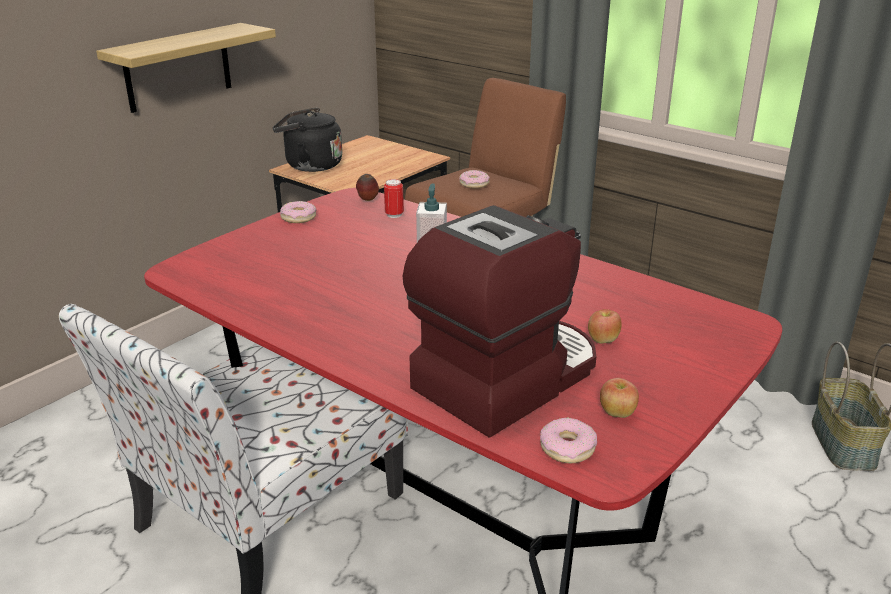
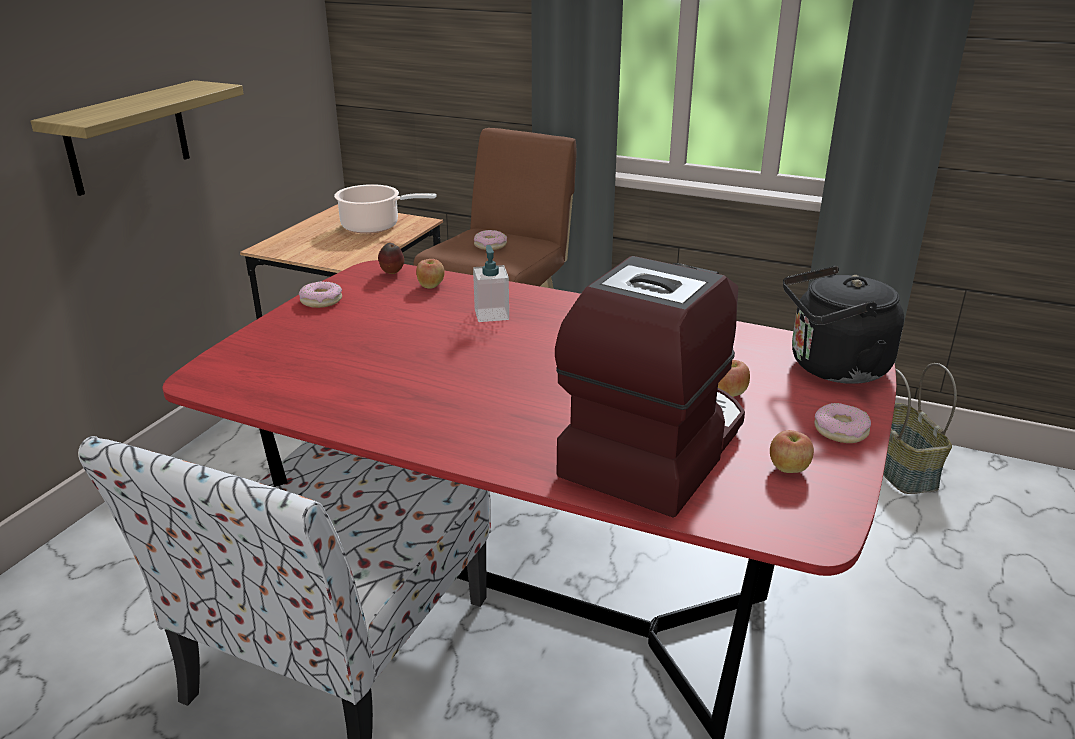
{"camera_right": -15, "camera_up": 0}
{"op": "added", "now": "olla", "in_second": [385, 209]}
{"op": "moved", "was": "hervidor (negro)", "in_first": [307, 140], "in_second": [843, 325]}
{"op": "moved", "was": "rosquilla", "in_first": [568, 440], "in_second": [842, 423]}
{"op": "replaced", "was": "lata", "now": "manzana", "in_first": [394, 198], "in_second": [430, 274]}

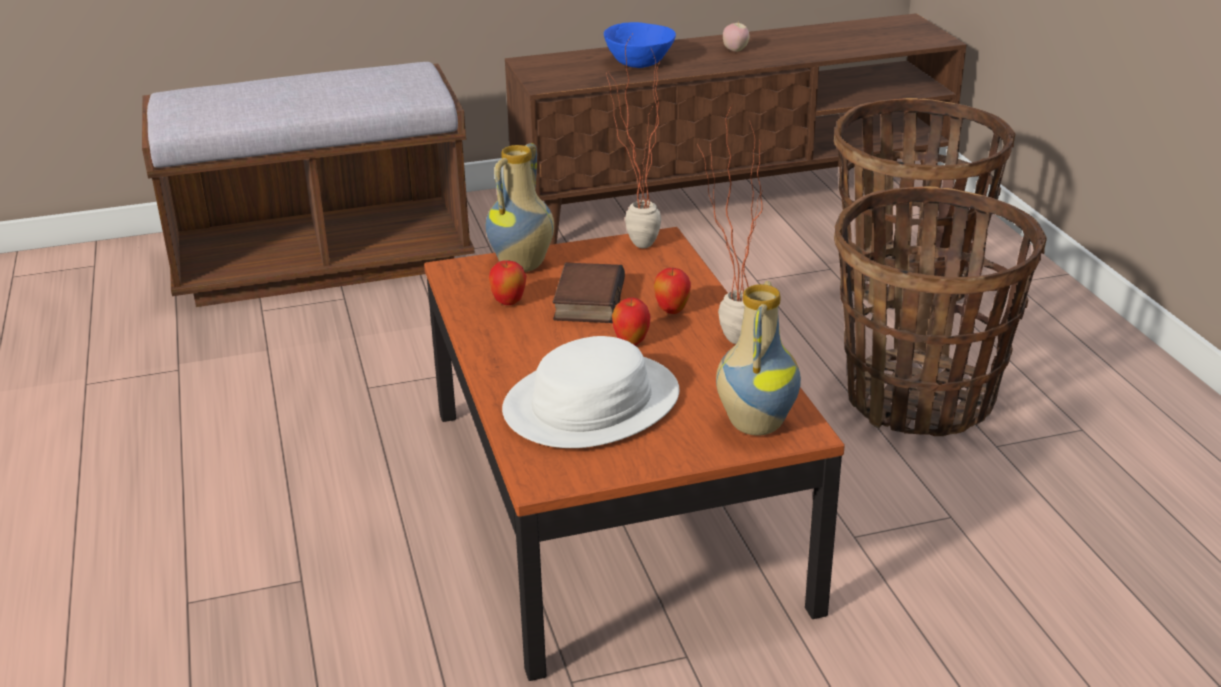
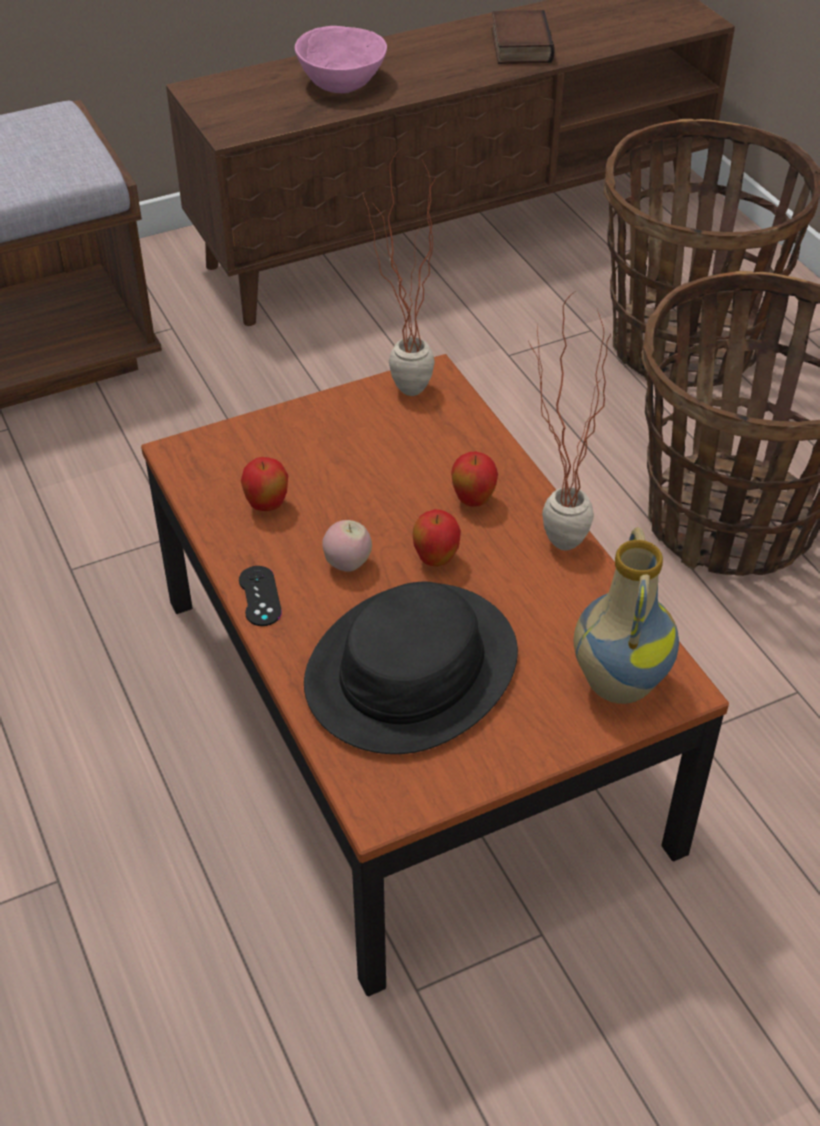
{"camera_right": -10, "camera_up": 15}
{"op": "removed", "was": "florero", "in_first": [520, 207]}
{"op": "added", "now": "mando de consola (negro)", "in_second": [260, 596]}
{"op": "moved", "was": "libro", "in_first": [589, 293], "in_second": [523, 37]}
{"op": "moved", "was": "manzana", "in_first": [736, 37], "in_second": [347, 546]}
{"op": "recoloured", "was": "sombrero (blanco)", "now": "sombrero (negro)", "in_first": [591, 392], "in_second": [411, 668]}
{"op": "recoloured", "was": "cuenco (azul)", "now": "cuenco (rosa)", "in_first": [640, 45], "in_second": [341, 59]}

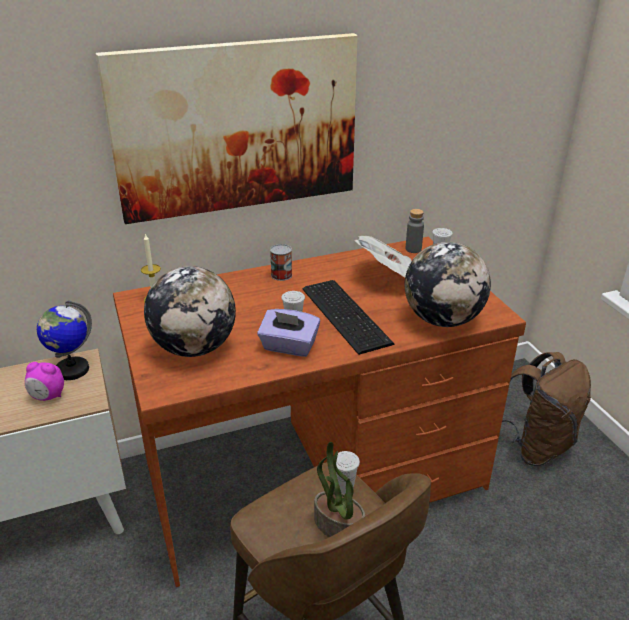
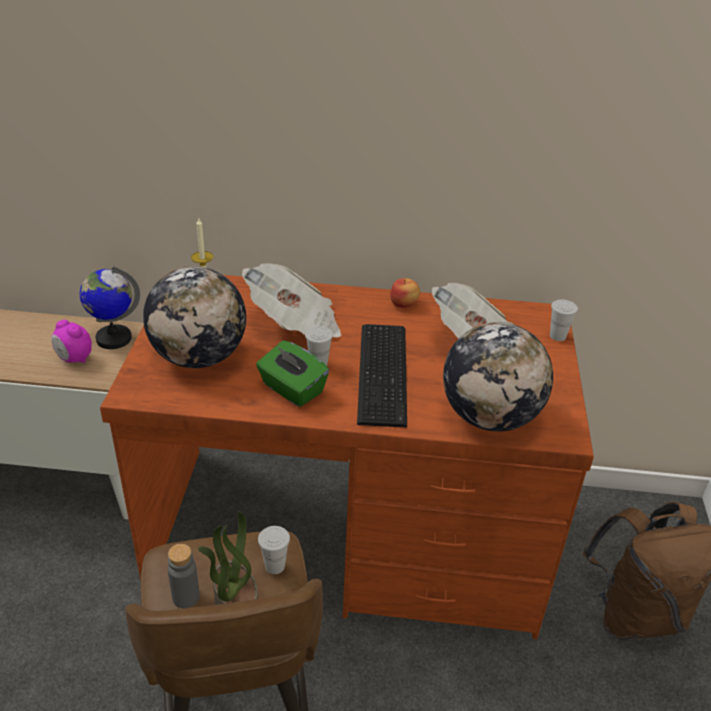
{"camera_right": 25, "camera_up": 5}
{"op": "removed", "was": "cuadro", "in_first": [227, 128]}
{"op": "removed", "was": "lata", "in_first": [281, 262]}
{"op": "added", "now": "periódico", "in_second": [291, 300]}
{"op": "added", "now": "manzana", "in_second": [405, 293]}
{"op": "moved", "was": "botella (gris)", "in_first": [415, 231], "in_second": [184, 576]}
{"op": "recoloured", "was": "caja de pañuelos (morado)", "now": "caja de pañuelos (verde)", "in_first": [288, 333], "in_second": [292, 373]}

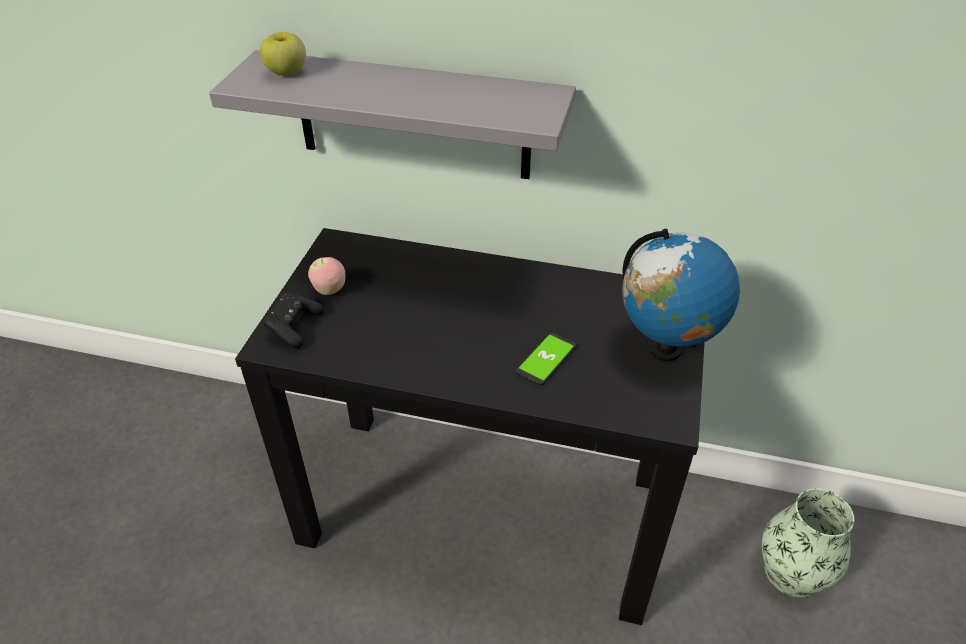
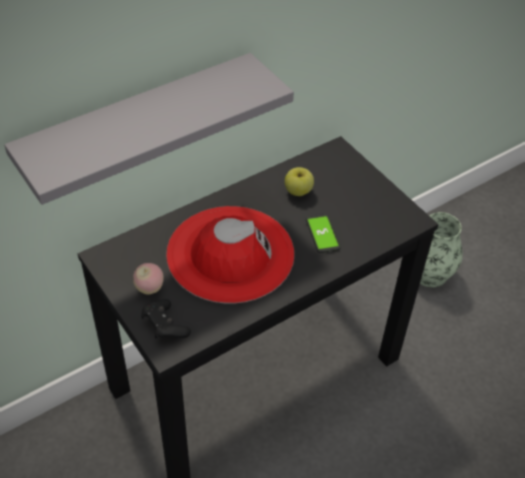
{"camera_right": -50, "camera_up": 5}
{"op": "removed", "was": "globo terráqueo", "in_first": [681, 295]}
{"op": "added", "now": "sombrero (rojo)", "in_second": [230, 255]}
{"op": "moved", "was": "manzana", "in_first": [283, 54], "in_second": [299, 181]}

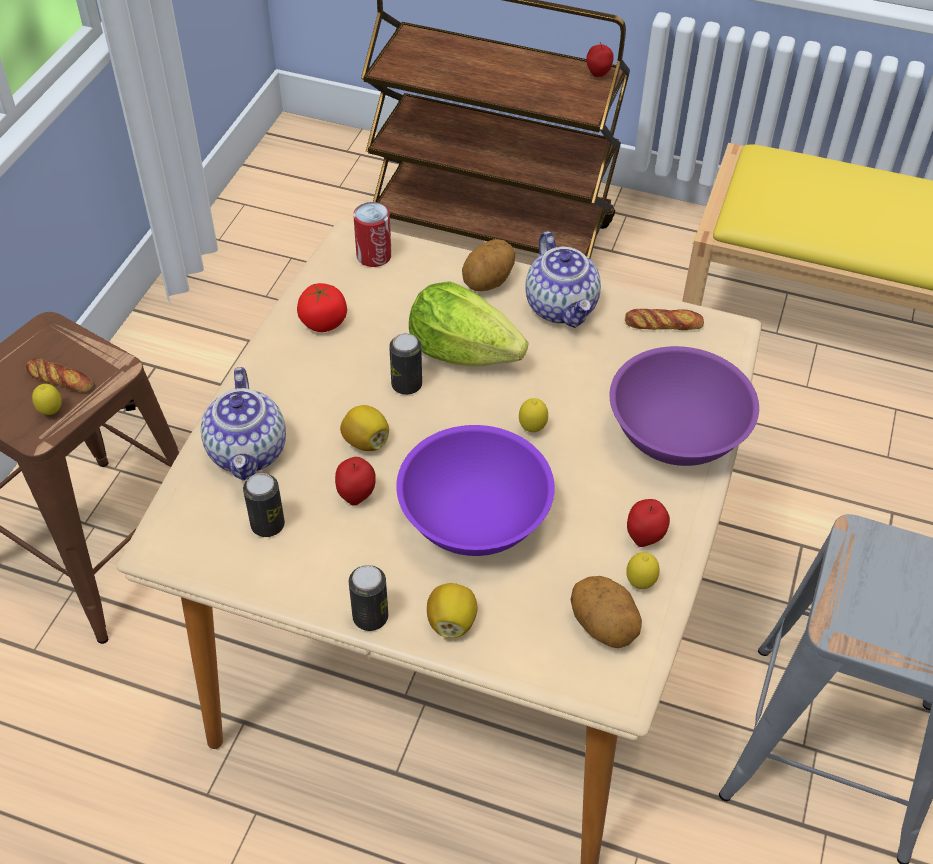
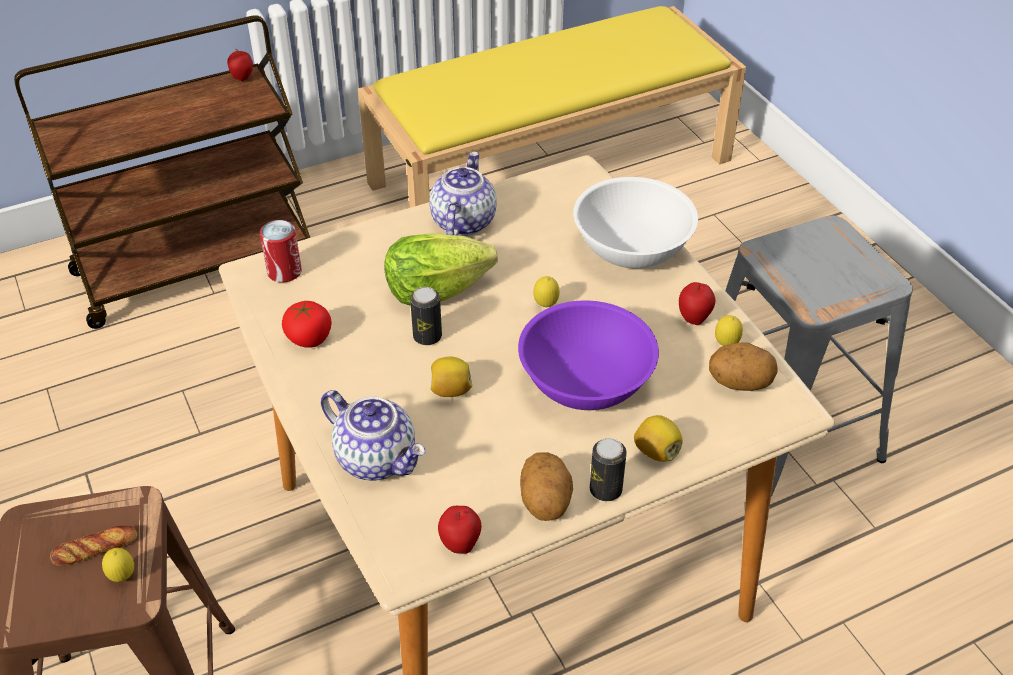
{"camera_right": -45, "camera_up": -5}
{"op": "removed", "was": "lata", "in_first": [264, 505]}
{"op": "removed", "was": "pan", "in_first": [664, 319]}
{"op": "moved", "was": "manzana", "in_first": [355, 481], "in_second": [459, 530]}
{"op": "moved", "was": "patata", "in_first": [488, 265], "in_second": [546, 487]}
{"op": "recoloured", "was": "cuenco (morado)", "now": "cuenco (blanco)", "in_first": [684, 406], "in_second": [635, 223]}
{"op": "turned", "was": "tetera", "in_first": [563, 279], "in_second": [462, 193], "clockwise": -105}

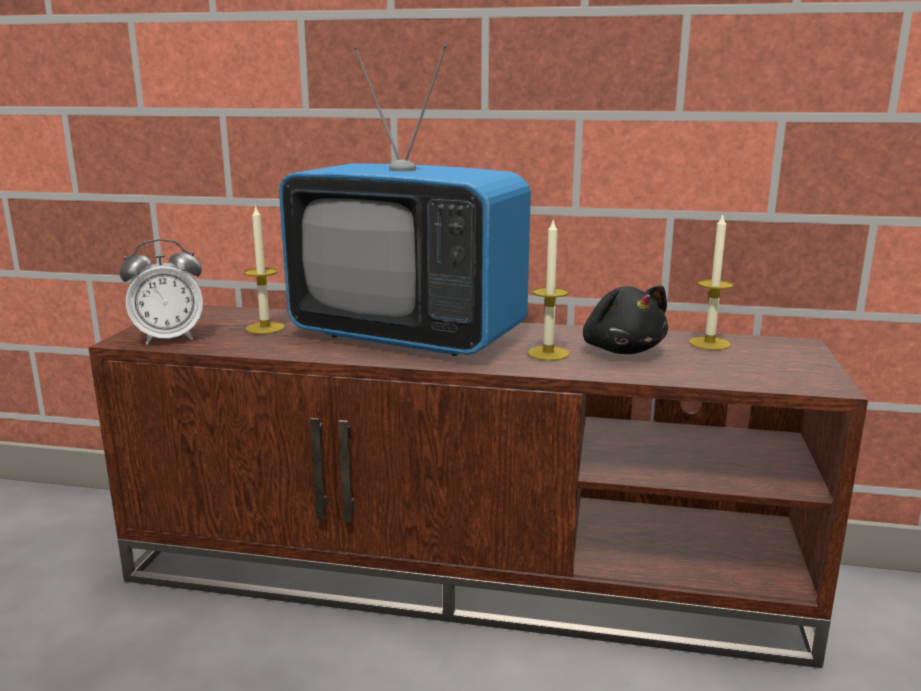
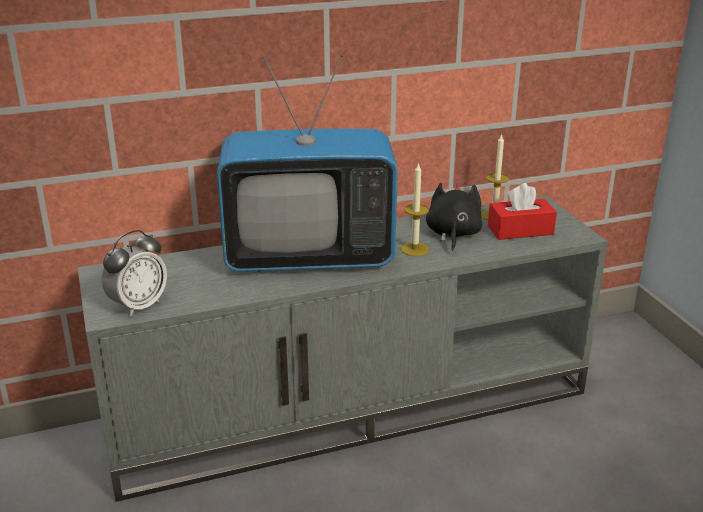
{"camera_right": -30, "camera_up": 10}
{"op": "removed", "was": "vela", "in_first": [264, 269]}
{"op": "added", "now": "caja de pañuelos (rojo)", "in_second": [522, 211]}
{"op": "recoloured", "was": "mueble de televisión (marrón)", "now": "mueble de televisión (gris)", "in_first": [478, 486], "in_second": [343, 349]}
{"op": "turned", "was": "peluche (negro)", "in_first": [625, 320], "in_second": [454, 216], "clockwise": -120}

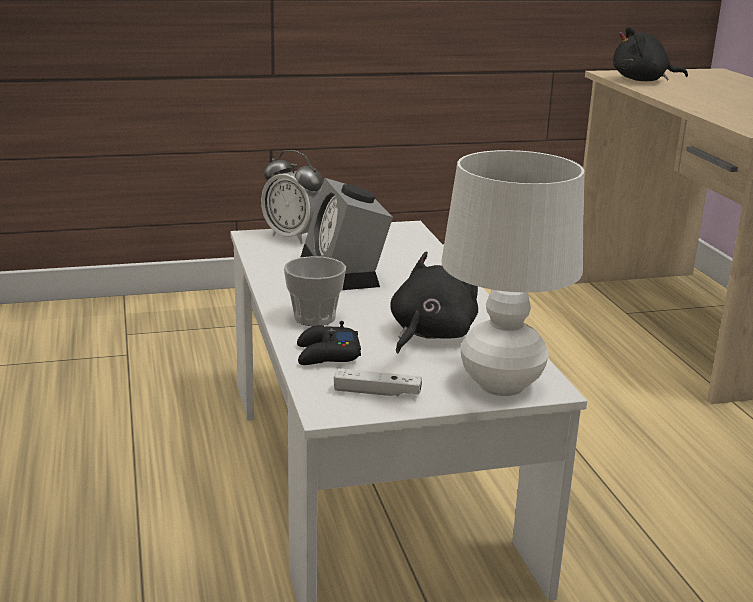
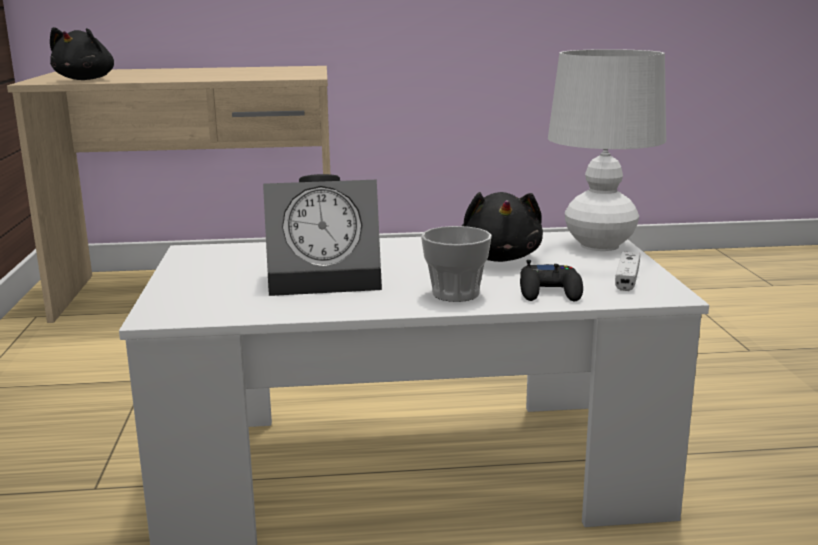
{"camera_right": -80, "camera_up": -5}
{"op": "removed", "was": "despertador", "in_first": [292, 197]}
{"op": "turned", "was": "peluche (negro)", "in_first": [434, 303], "in_second": [502, 227], "clockwise": -135}

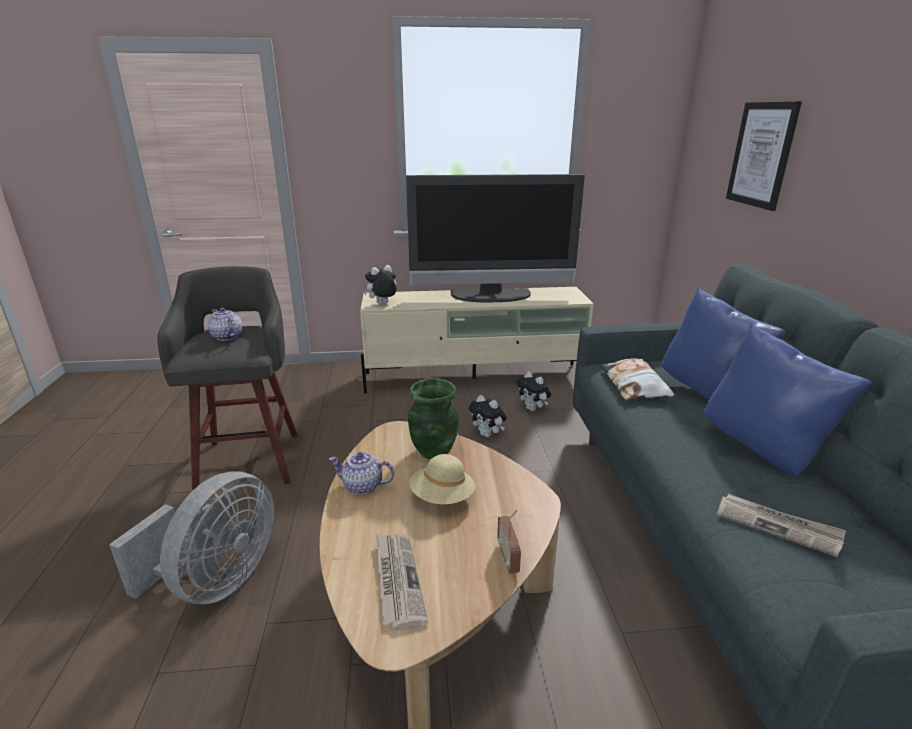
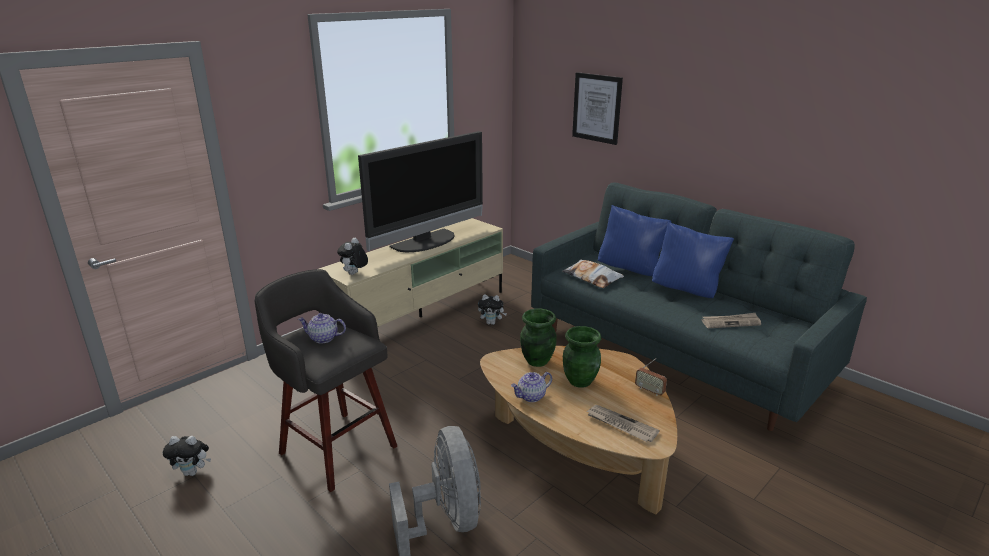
{"camera_right": -40, "camera_up": 0}
{"op": "moved", "was": "peluche", "in_first": [488, 416], "in_second": [187, 456]}
{"op": "replaced", "was": "sombrero (beis)", "now": "florero (verde)", "in_first": [442, 479], "in_second": [582, 357]}

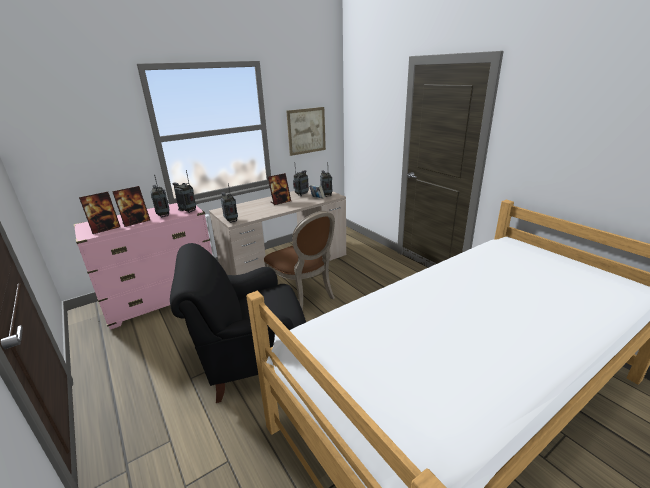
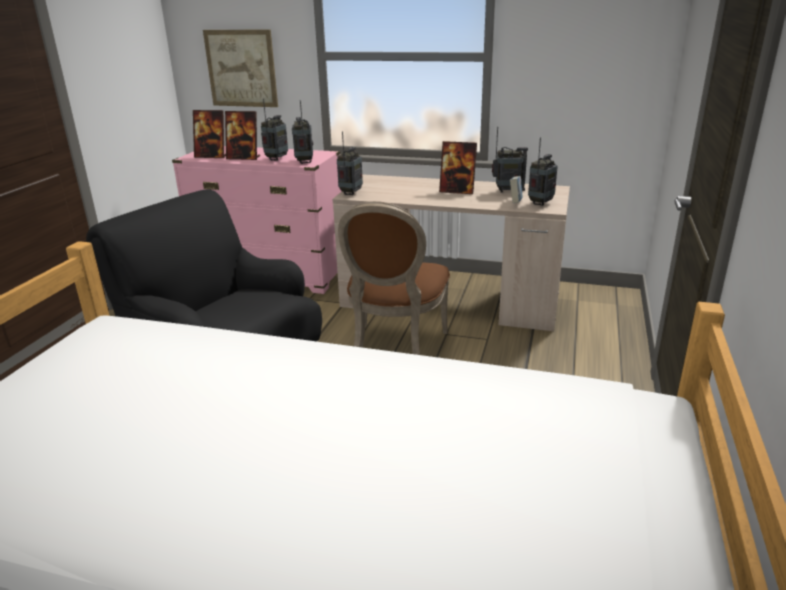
{"camera_right": 50, "camera_up": 0}
{"op": "moved", "was": "cuadro", "in_first": [306, 131], "in_second": [240, 68]}

